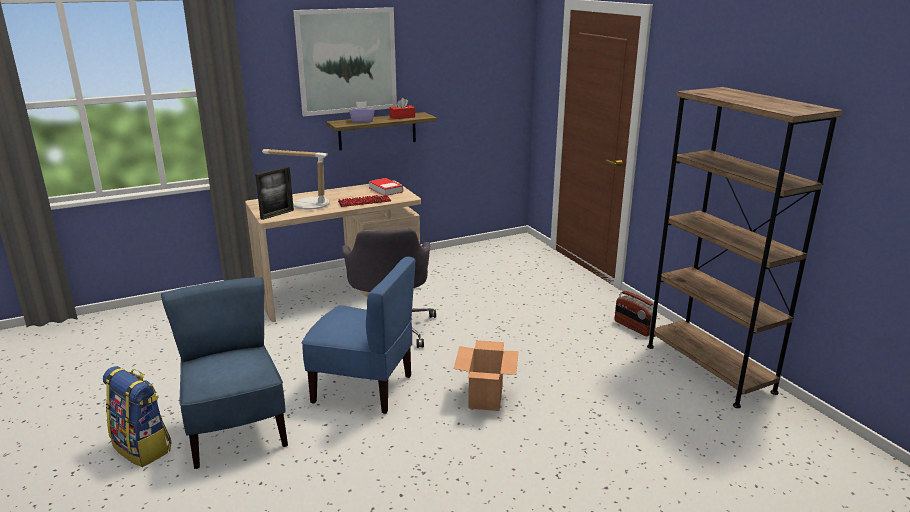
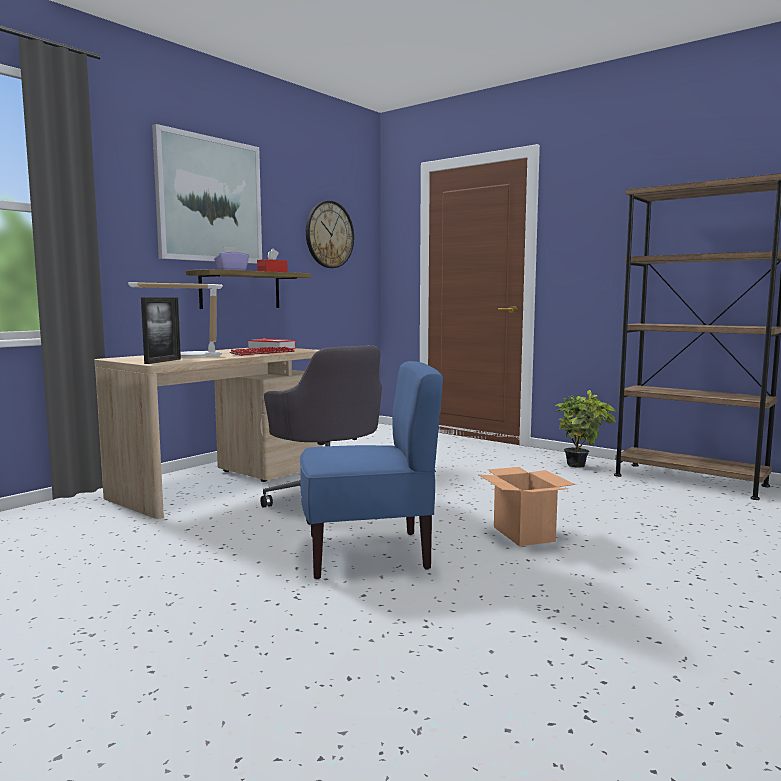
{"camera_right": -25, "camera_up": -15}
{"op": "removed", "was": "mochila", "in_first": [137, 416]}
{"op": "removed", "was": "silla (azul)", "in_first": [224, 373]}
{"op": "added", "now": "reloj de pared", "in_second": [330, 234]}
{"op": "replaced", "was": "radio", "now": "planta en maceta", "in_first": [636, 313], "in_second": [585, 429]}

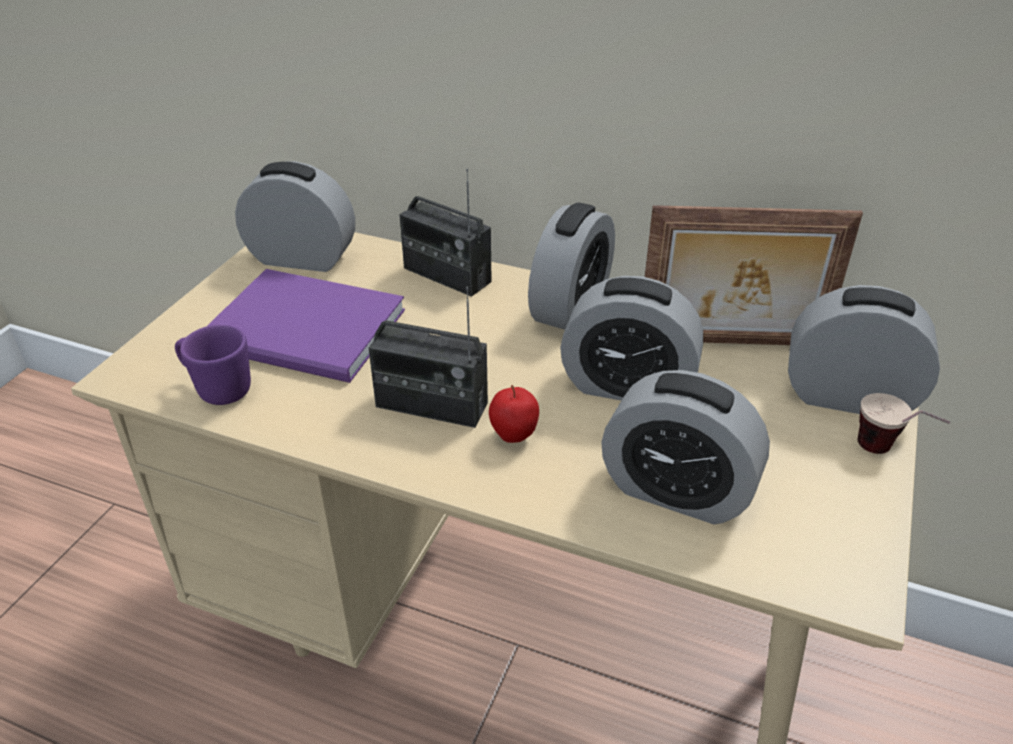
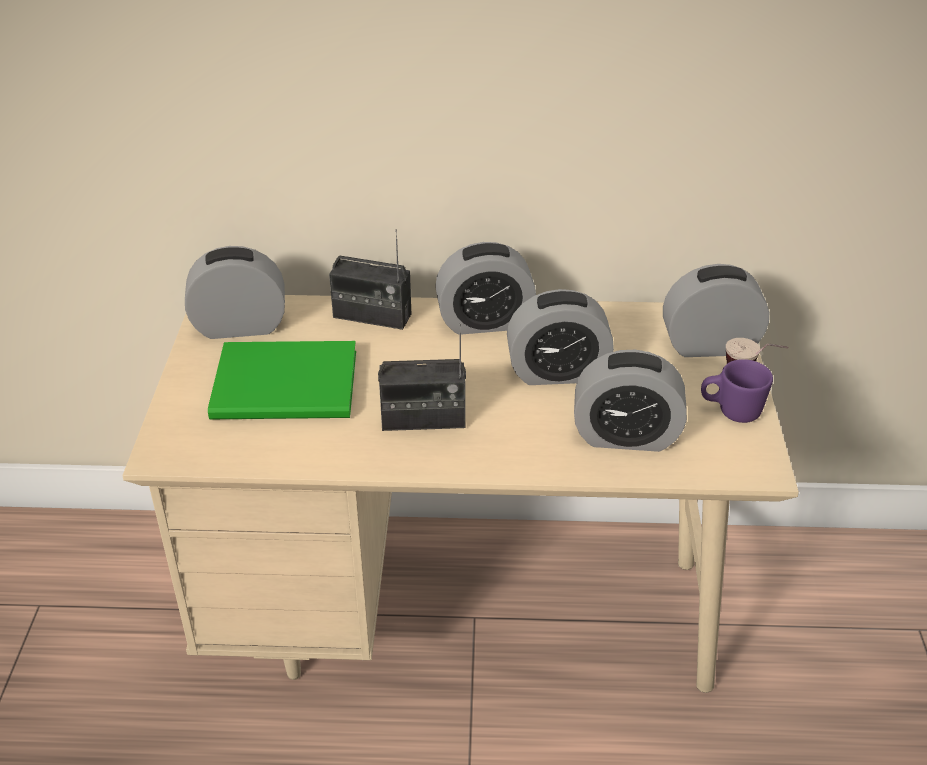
{"camera_right": -20, "camera_up": 0}
{"op": "removed", "was": "manzana", "in_first": [514, 414]}
{"op": "removed", "was": "portarretratos", "in_first": [754, 275]}
{"op": "moved", "was": "taza grande (morado)", "in_first": [213, 365], "in_second": [737, 391]}
{"op": "recoloured", "was": "libro (morado)", "now": "libro (verde)", "in_first": [305, 326], "in_second": [282, 380]}
{"op": "turned", "was": "despertador", "in_first": [571, 266], "in_second": [485, 288], "clockwise": 75}

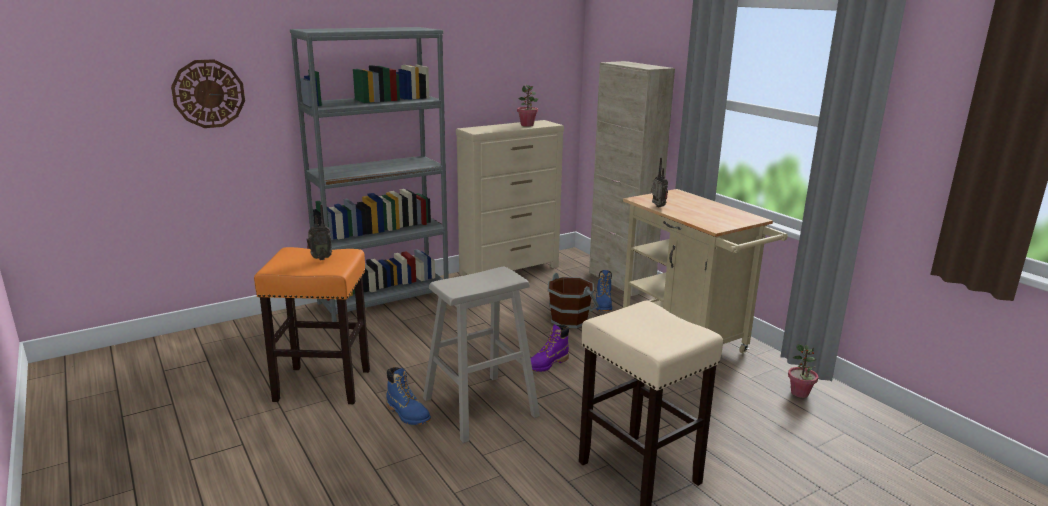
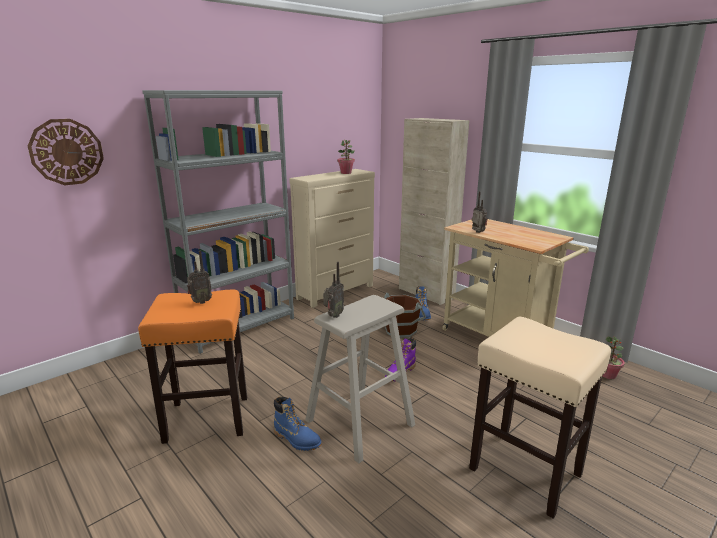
{"camera_right": -10, "camera_up": 0}
{"op": "added", "now": "radio", "in_second": [333, 290]}

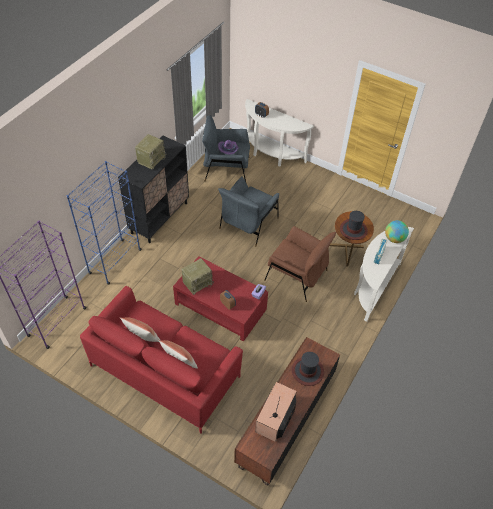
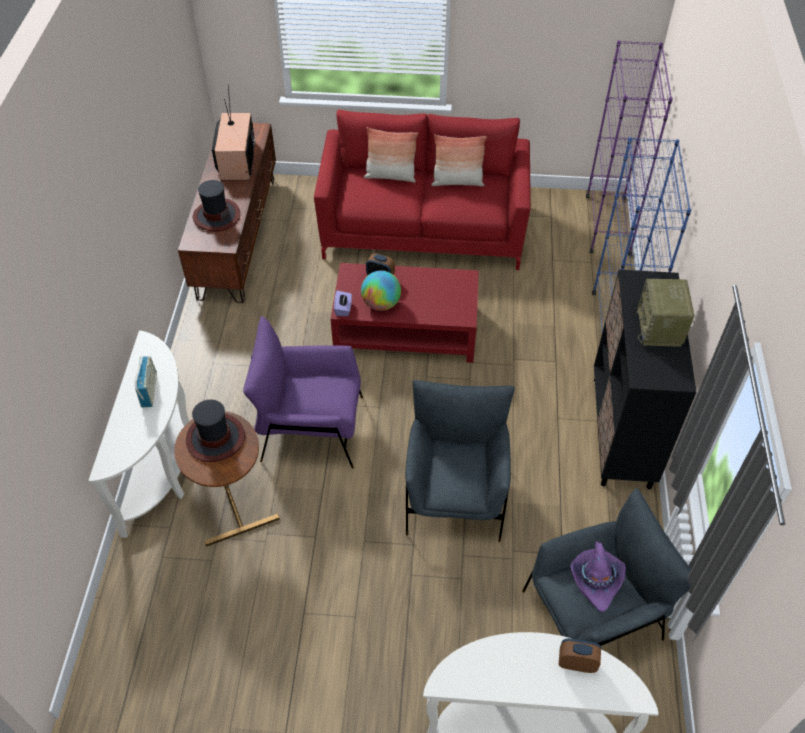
{"camera_right": 155, "camera_up": 0}
{"op": "removed", "was": "radio", "in_first": [197, 276]}
{"op": "moved", "was": "globo terráqueo", "in_first": [397, 231], "in_second": [381, 291]}
{"op": "recoloured", "was": "sillón (marrón)", "now": "sillón (morado)", "in_first": [300, 264], "in_second": [303, 392]}

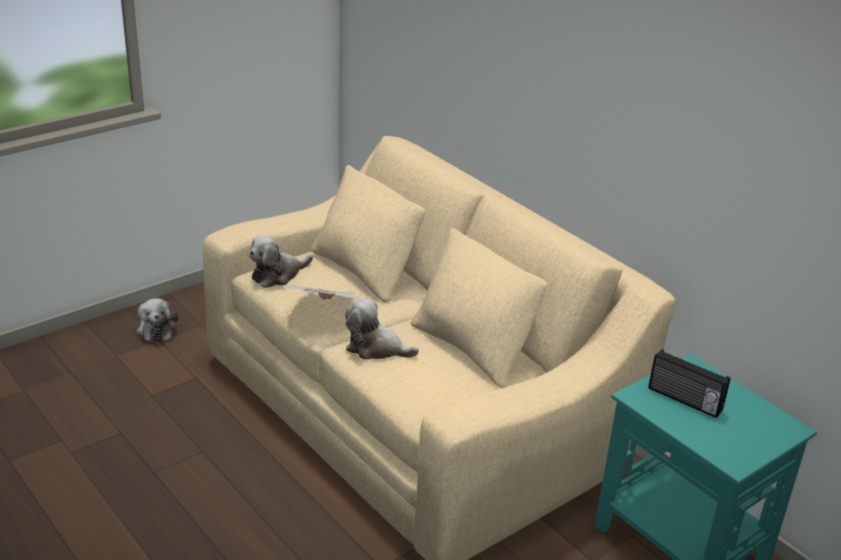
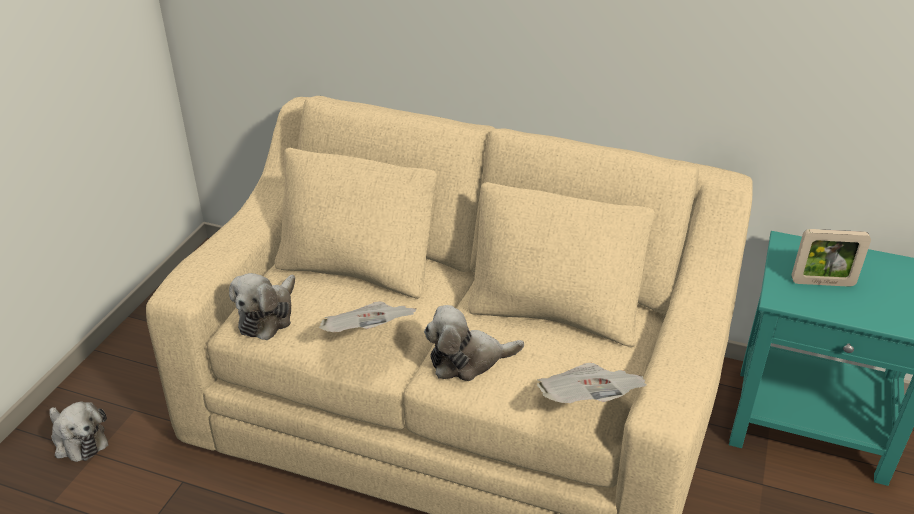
{"camera_right": -30, "camera_up": 5}
{"op": "added", "now": "periódico", "in_second": [591, 383]}
{"op": "replaced", "was": "radio", "now": "portarretratos", "in_first": [689, 383], "in_second": [831, 258]}

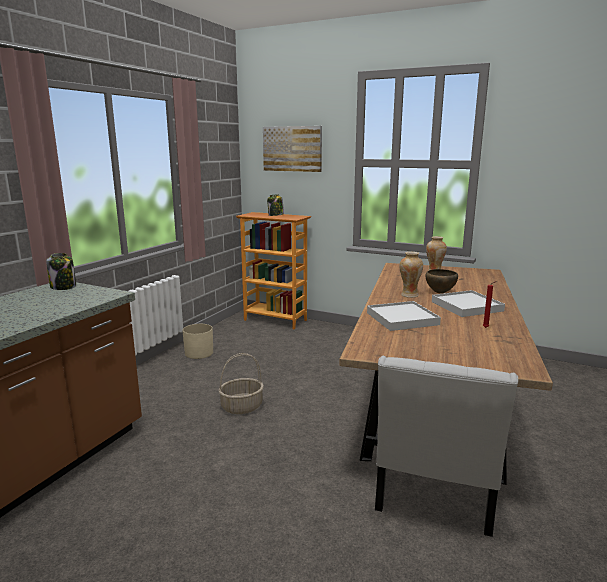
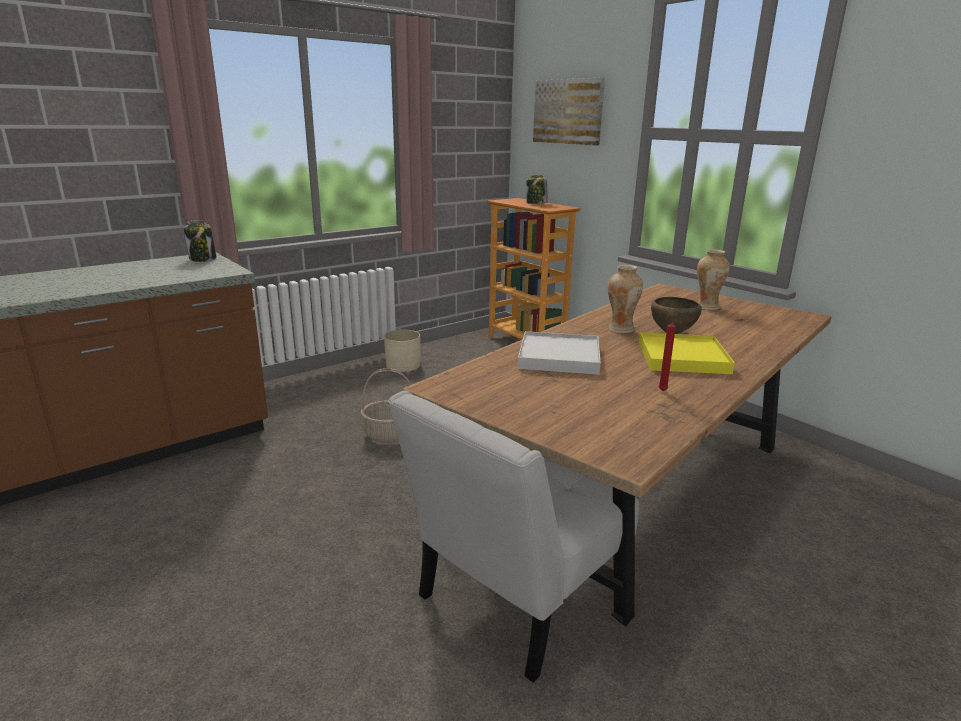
{"camera_right": 25, "camera_up": 5}
{"op": "recoloured", "was": "bandeja (blanco)", "now": "bandeja (amarillo)", "in_first": [468, 303], "in_second": [687, 353]}

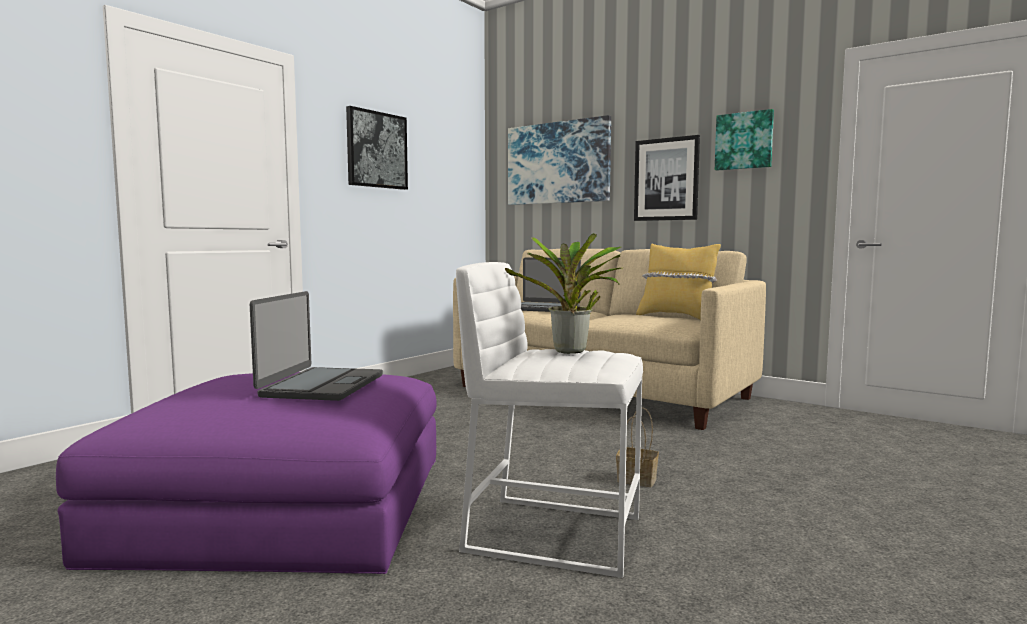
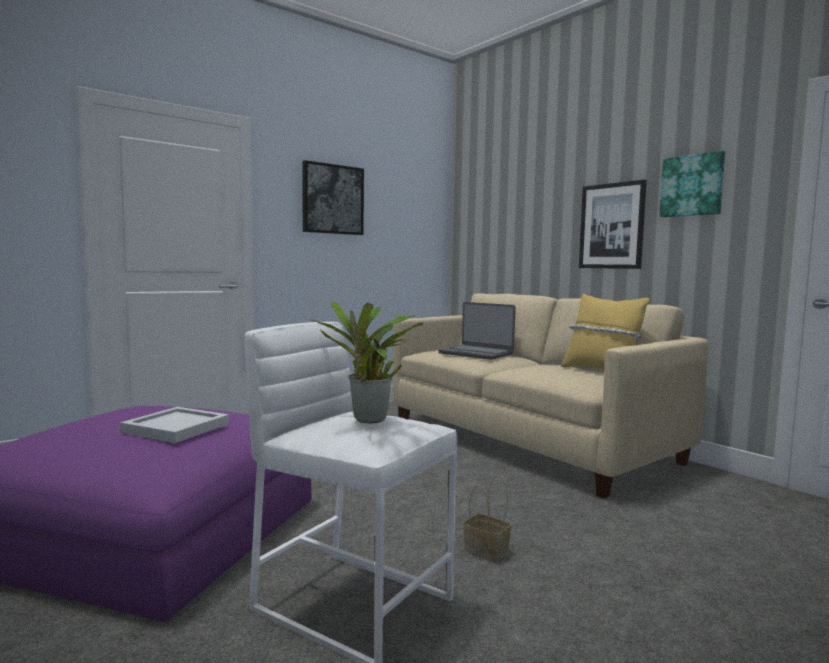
{"camera_right": 15, "camera_up": 0}
{"op": "removed", "was": "cuadro", "in_first": [559, 160]}
{"op": "replaced", "was": "portátil", "now": "bandeja (blanco)", "in_first": [316, 346], "in_second": [174, 425]}

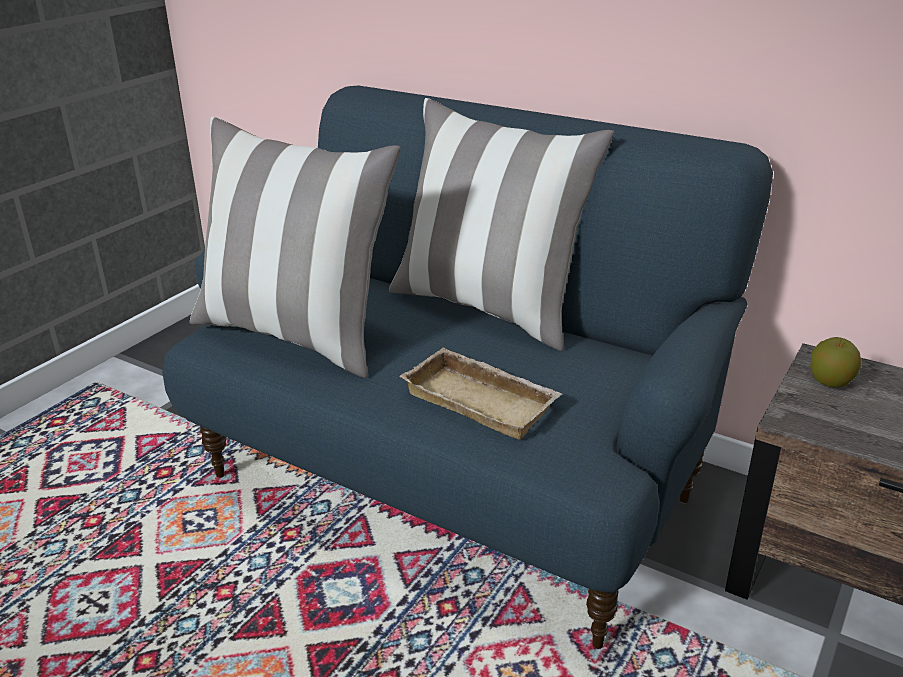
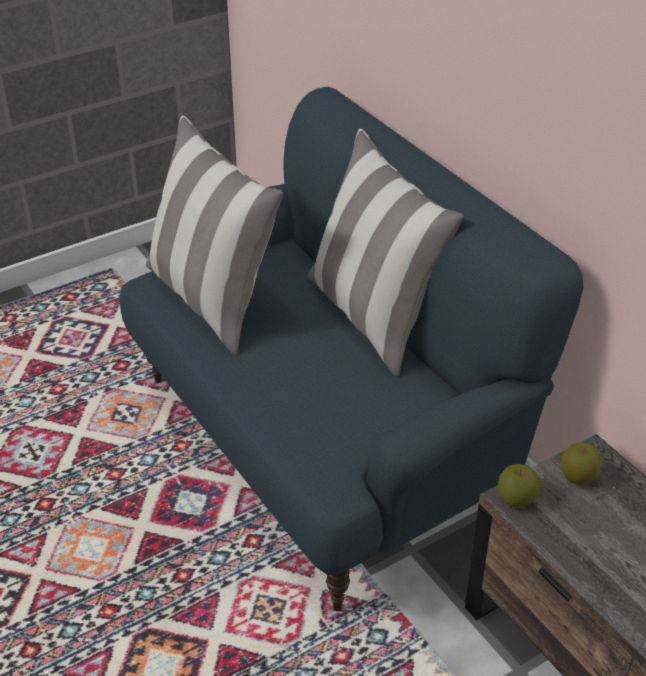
{"camera_right": 25, "camera_up": 10}
{"op": "removed", "was": "bandeja (beis)", "in_first": [480, 393]}
{"op": "added", "now": "manzana", "in_second": [519, 486]}

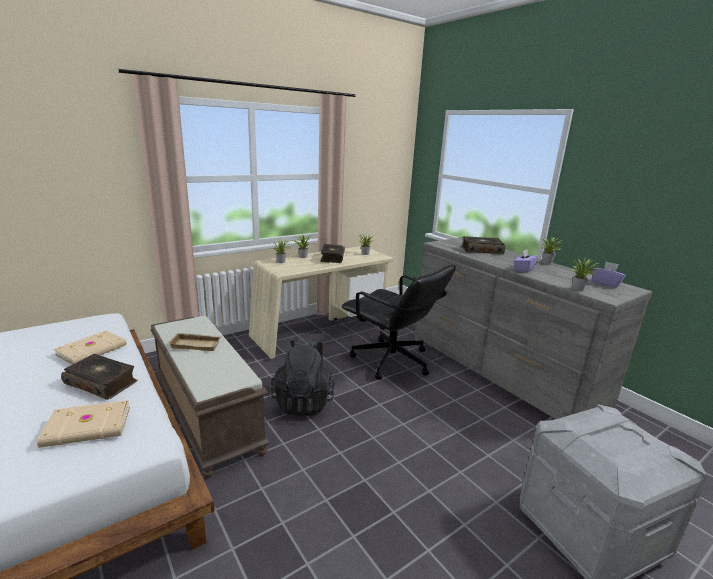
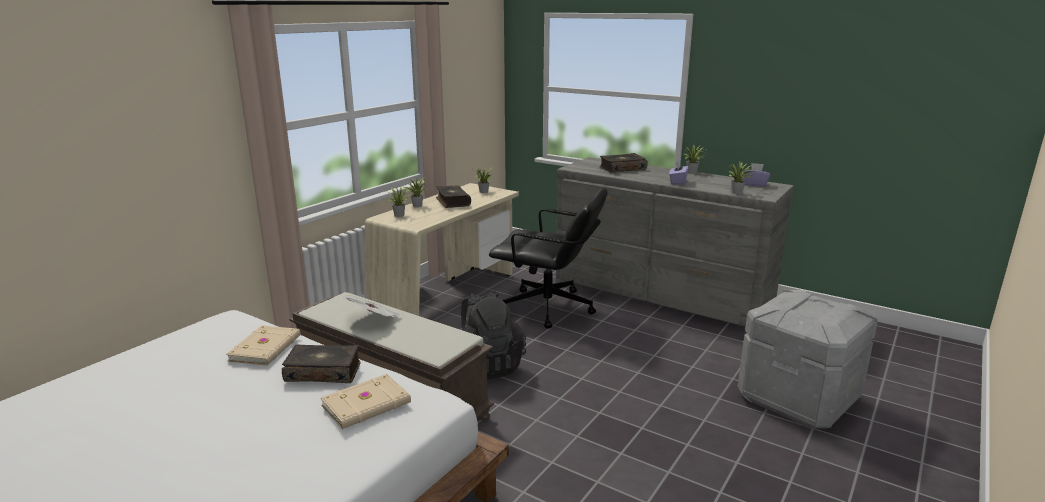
{"camera_right": -20, "camera_up": 0}
{"op": "replaced", "was": "bandeja (beis)", "now": "periódico", "in_first": [195, 342], "in_second": [373, 306]}

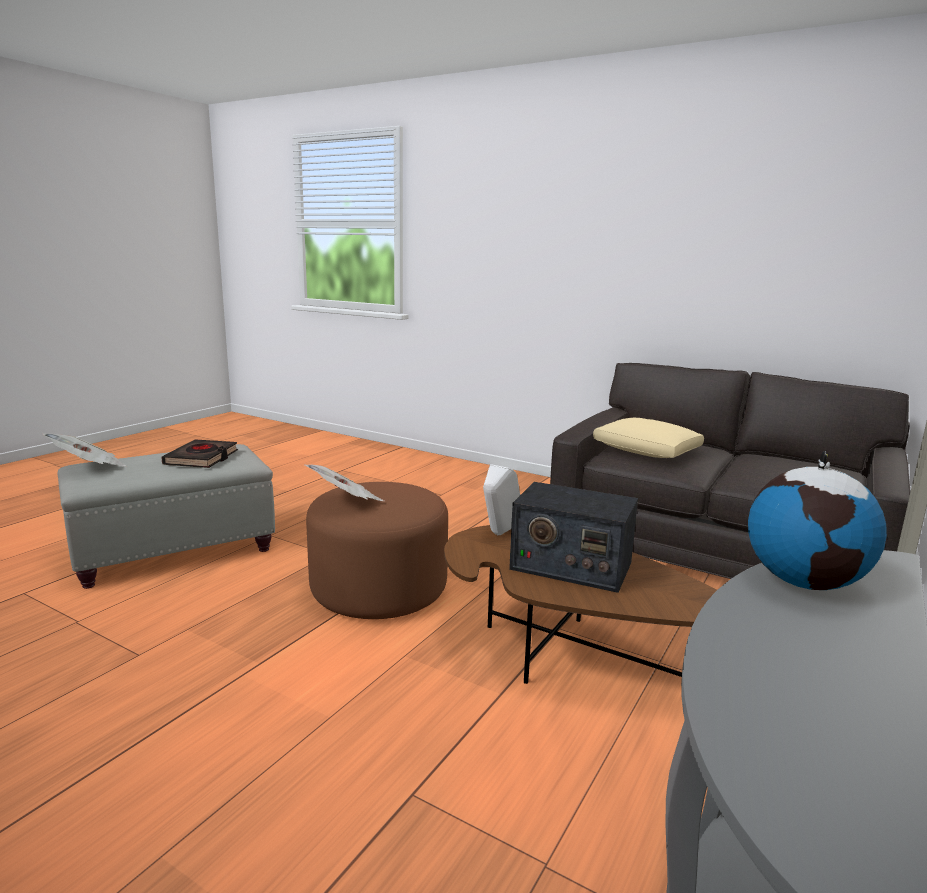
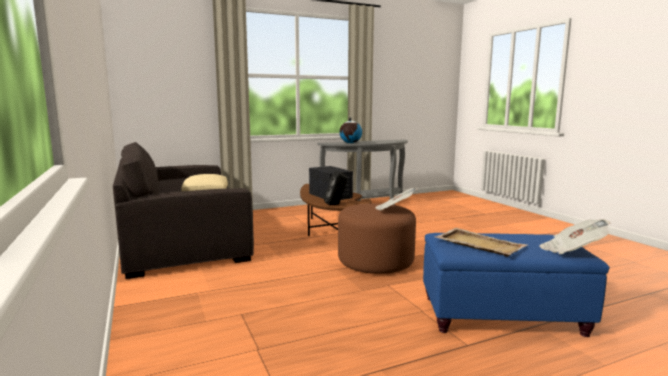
{"camera_right": -145, "camera_up": -5}
{"op": "replaced", "was": "libro (negro)", "now": "bandeja (beis)", "in_first": [199, 453], "in_second": [481, 242]}
{"op": "recoloured", "was": "puf (gris)", "now": "puf (azul)", "in_first": [166, 516], "in_second": [516, 285]}
{"op": "recoloured", "was": "altavoz (blanco)", "now": "altavoz (negro)", "in_first": [501, 499], "in_second": [336, 188]}

